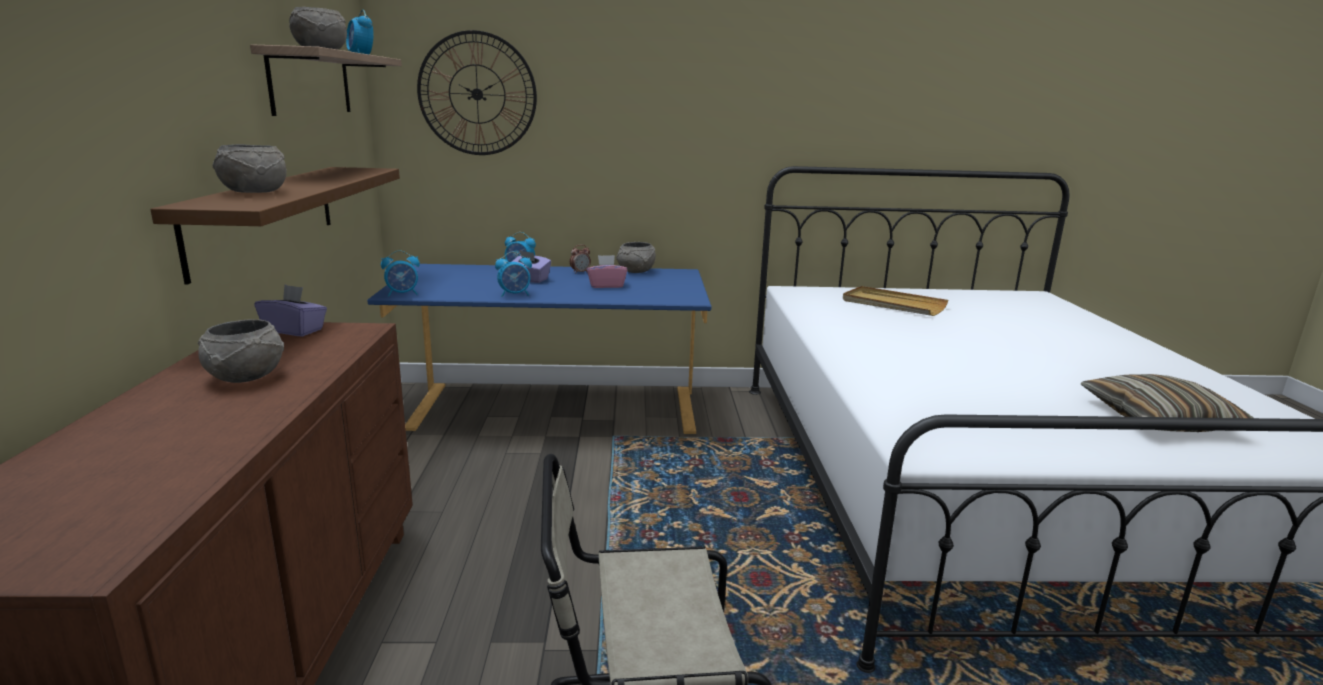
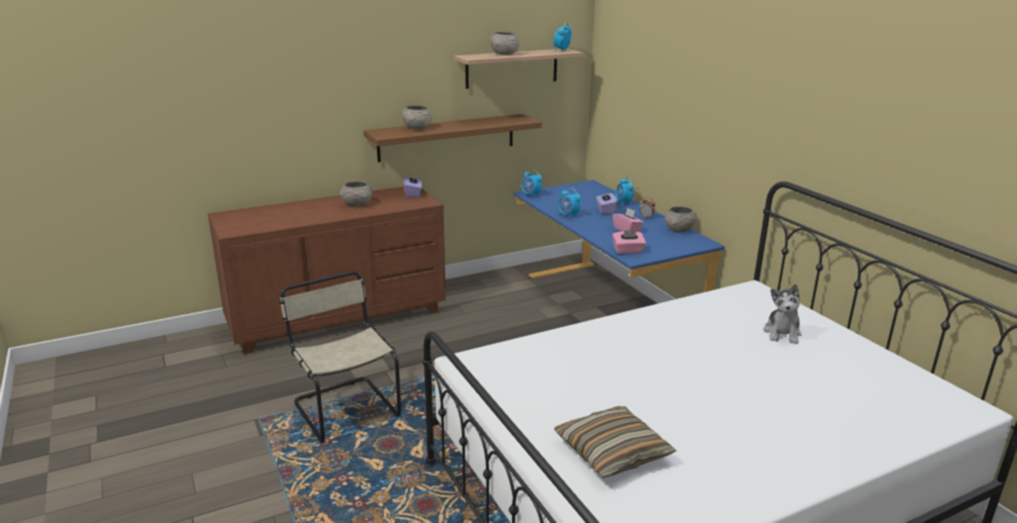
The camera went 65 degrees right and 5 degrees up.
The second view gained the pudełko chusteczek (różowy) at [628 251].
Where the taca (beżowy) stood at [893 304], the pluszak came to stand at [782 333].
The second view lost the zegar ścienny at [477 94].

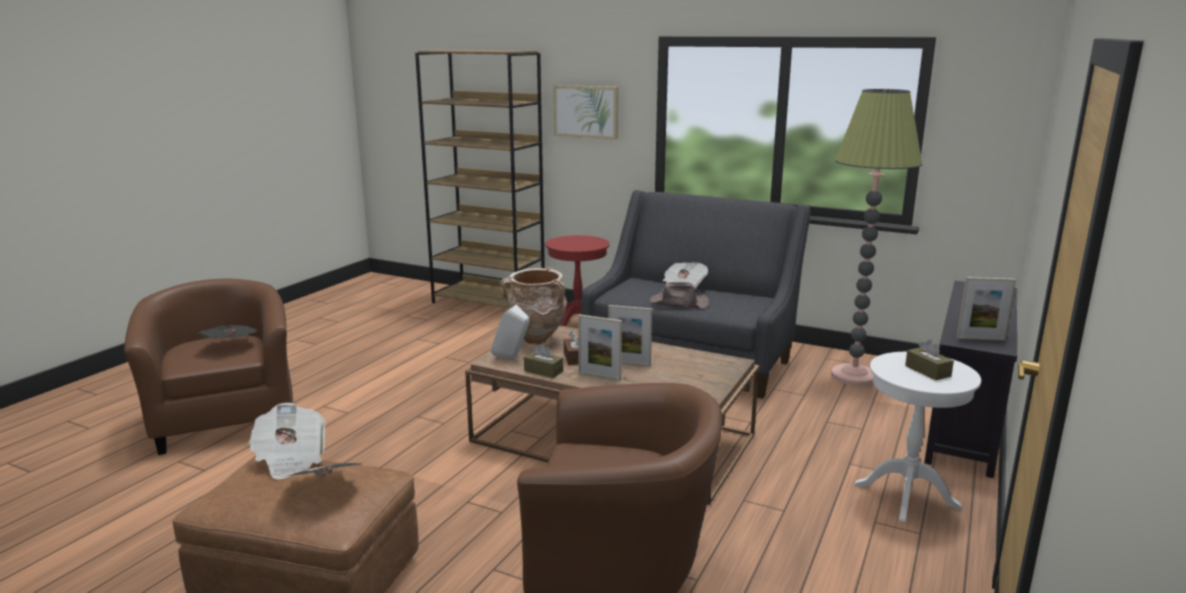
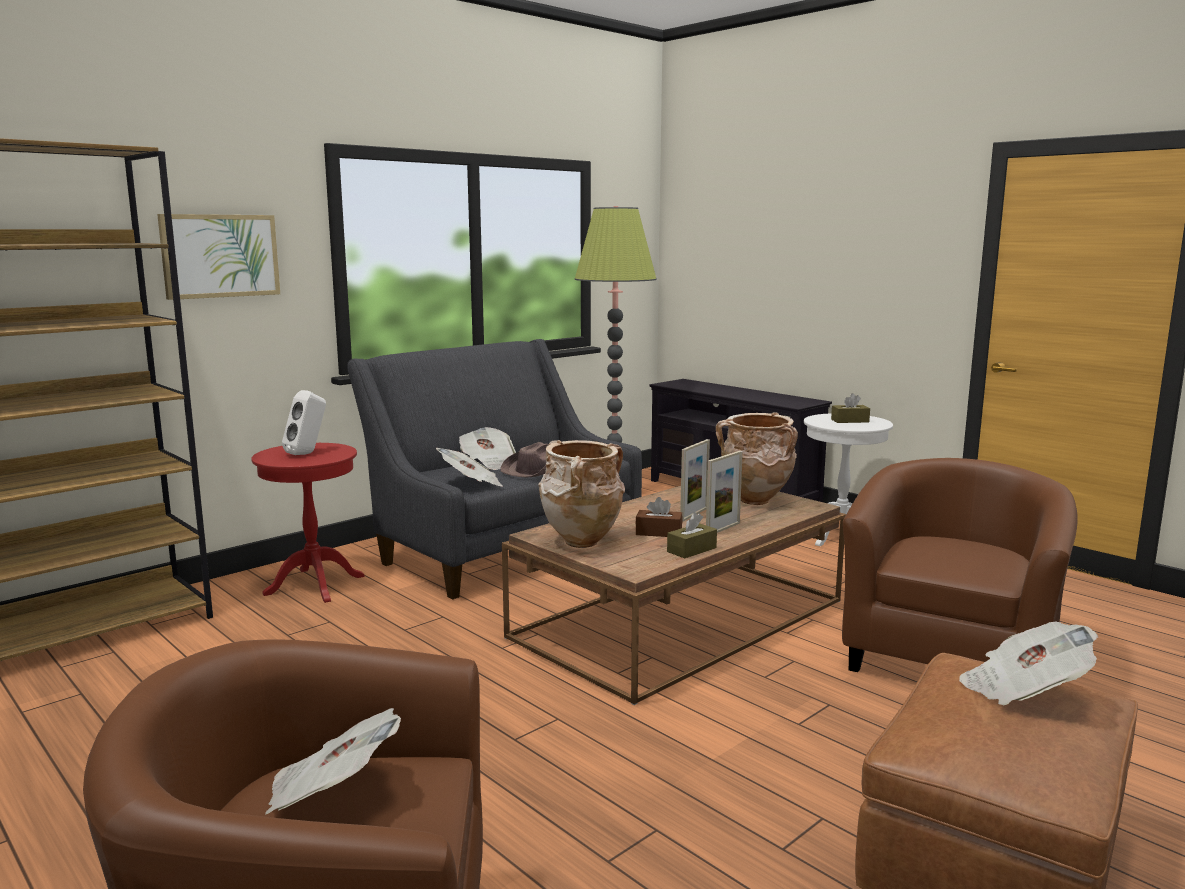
The camera went 70 degrees left and 5 degrees down.
The głośnik (biały) ended up elsewhere, having gone from [512 358] to [308 453].
The gazeta ended up elsewhere, having gone from [290 459] to [471 484].
The second view gained the wazon (beżowy) at [757 501].
The second view lost the ramka na zdjęcie at [980 339].

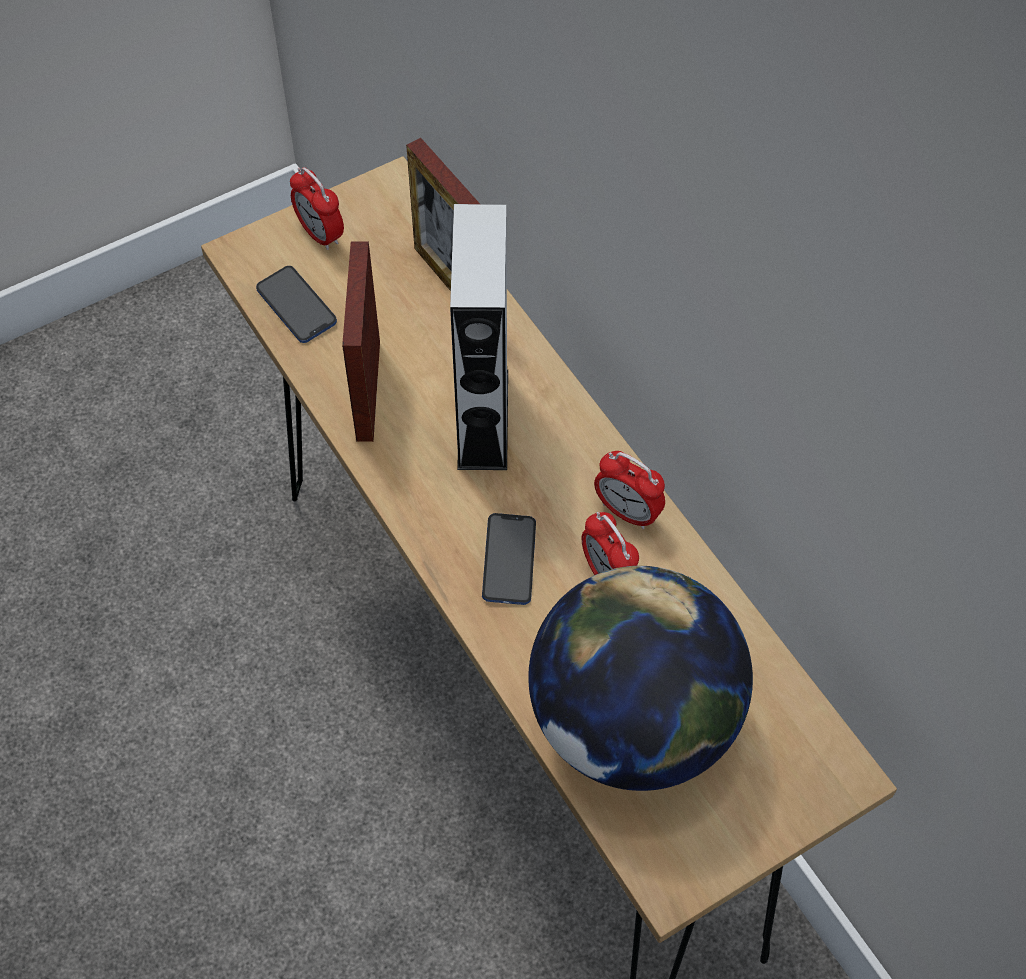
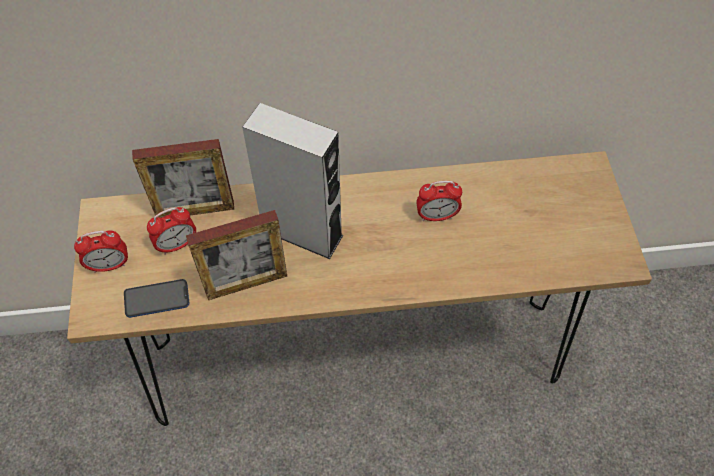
The camera went 65 degrees left and 0 degrees up.
The budzik ended up elsewhere, having gone from [627 512] to [177 245].
The ramka na zdjęcie at [368 390] ended up facing another way, 45 degrees counterclockwise from before.
The second view lost the telefon at [509 560].
The second view lost the globus at [633 723].

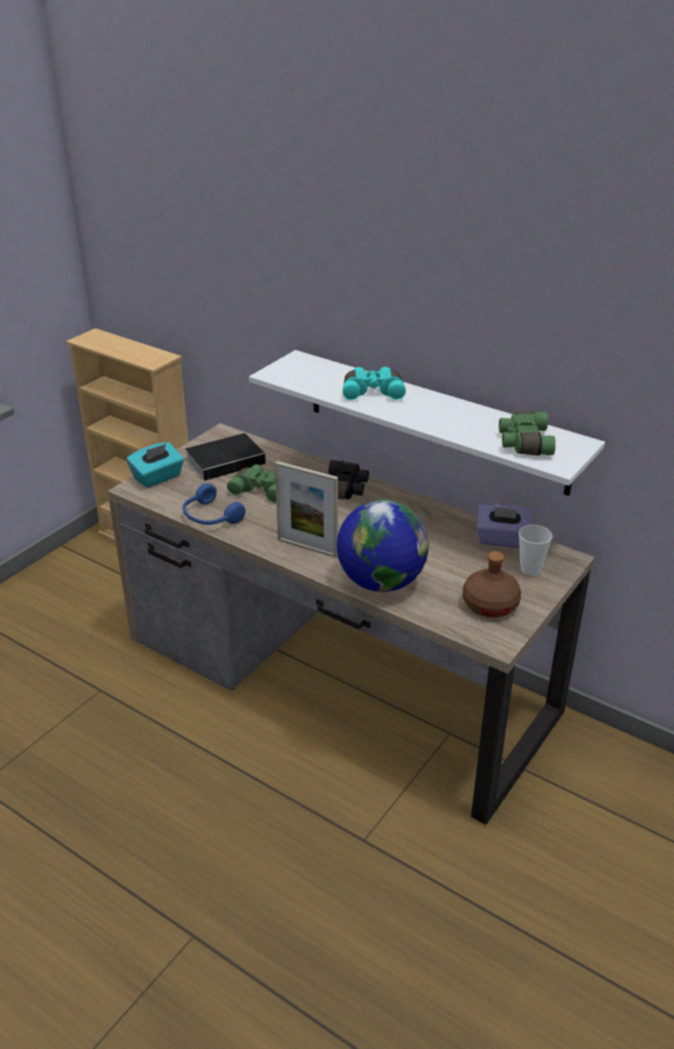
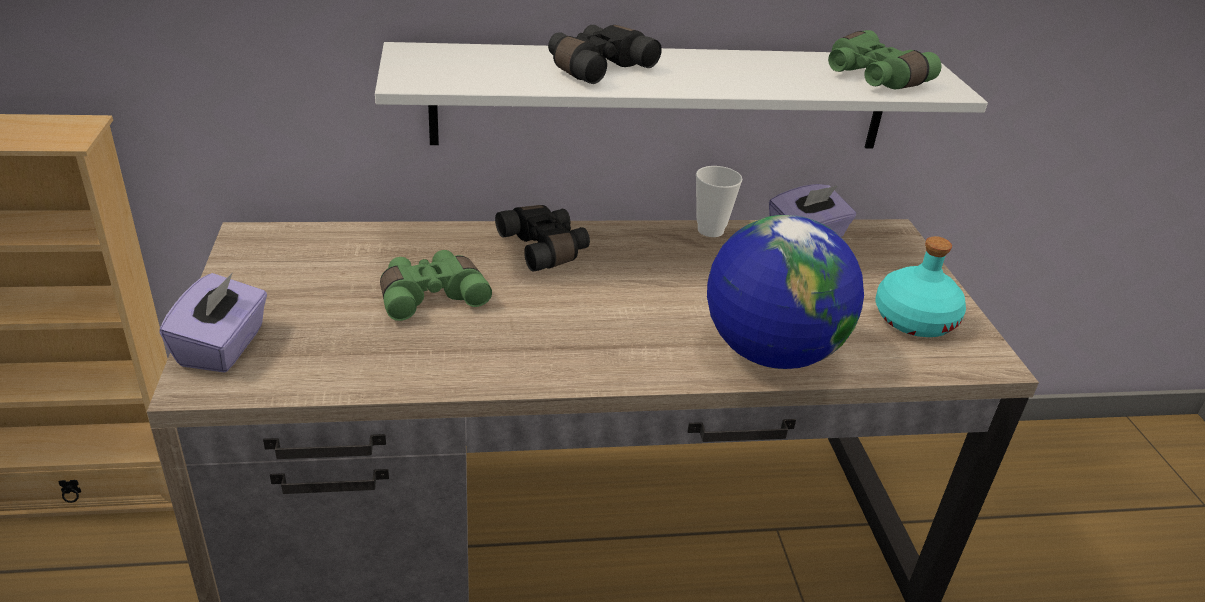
The camera went 45 degrees left and 0 degrees up.
What was the pudełko chusteczek (turkusowy) at [158 477] turned into the pudełko chusteczek (fioletowy) at [223 347].
What was the lornetka (turkusowy) at [373 391] turned into the lornetka (czarny) at [596 67].
The filiżanka ended up elsewhere, having gone from [530 569] to [710 230].
What was the butelka (brązowy) at [490 604] turned into the butelka (turkusowy) at [913 319].
The second view lost the słuchawki (niebieski) at [210 517].
The second view lost the książka at [227 460].
The second view lost the ramka na zdjęcie at [307 548].

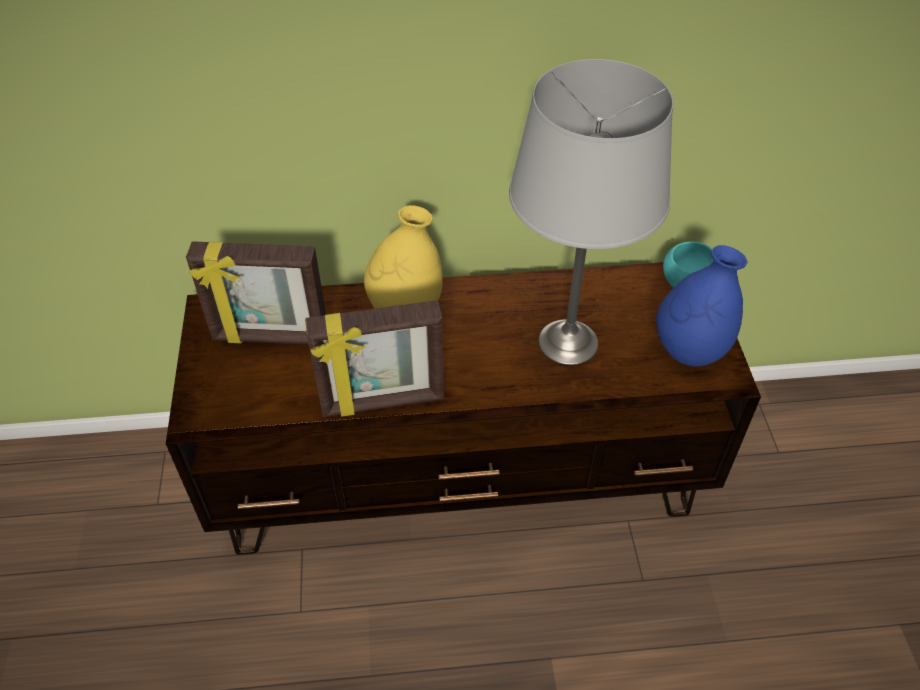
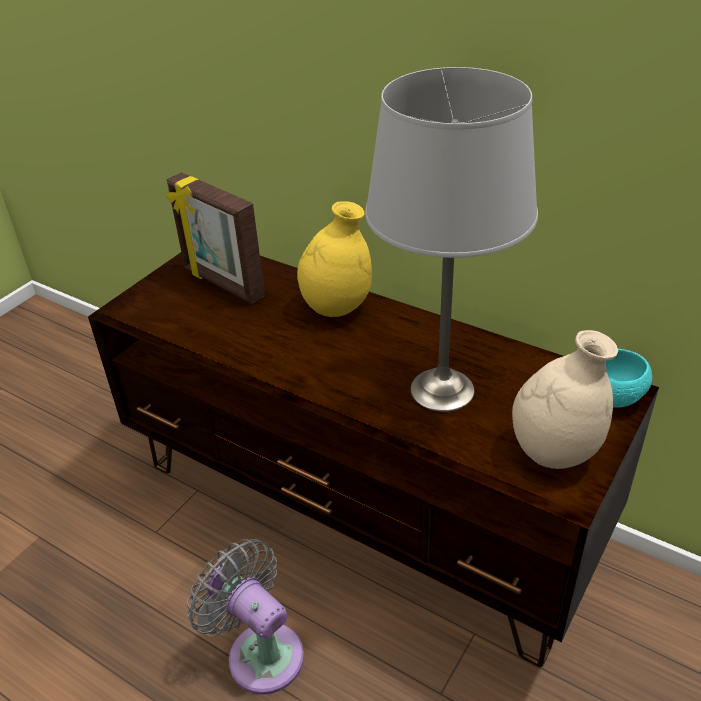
The camera went 40 degrees right and 10 degrees down.
The second view gained the wentylator (szary) at [260 652].
What was the wazon (niebieski) at [690 350] turned into the wazon (beżowy) at [554 452].
The second view lost the ramka na zdjęcie at [383 402].

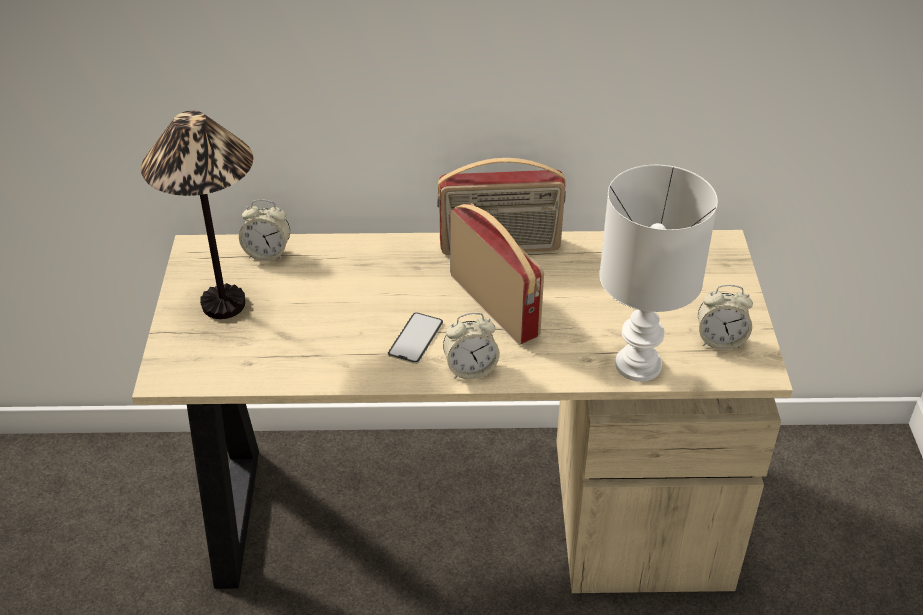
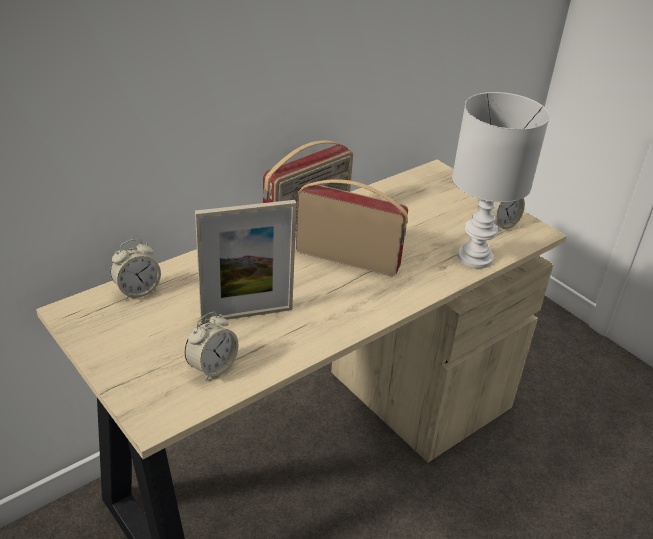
The camera went 40 degrees left and 5 degrees down.
The budzik ended up elsewhere, having gone from [470 369] to [212 367].
The second view gained the ramka na zdjęcie at [247 314].
The second view lost the lampa stołowa at [223 304].
The second view lost the telefon at [415 338].

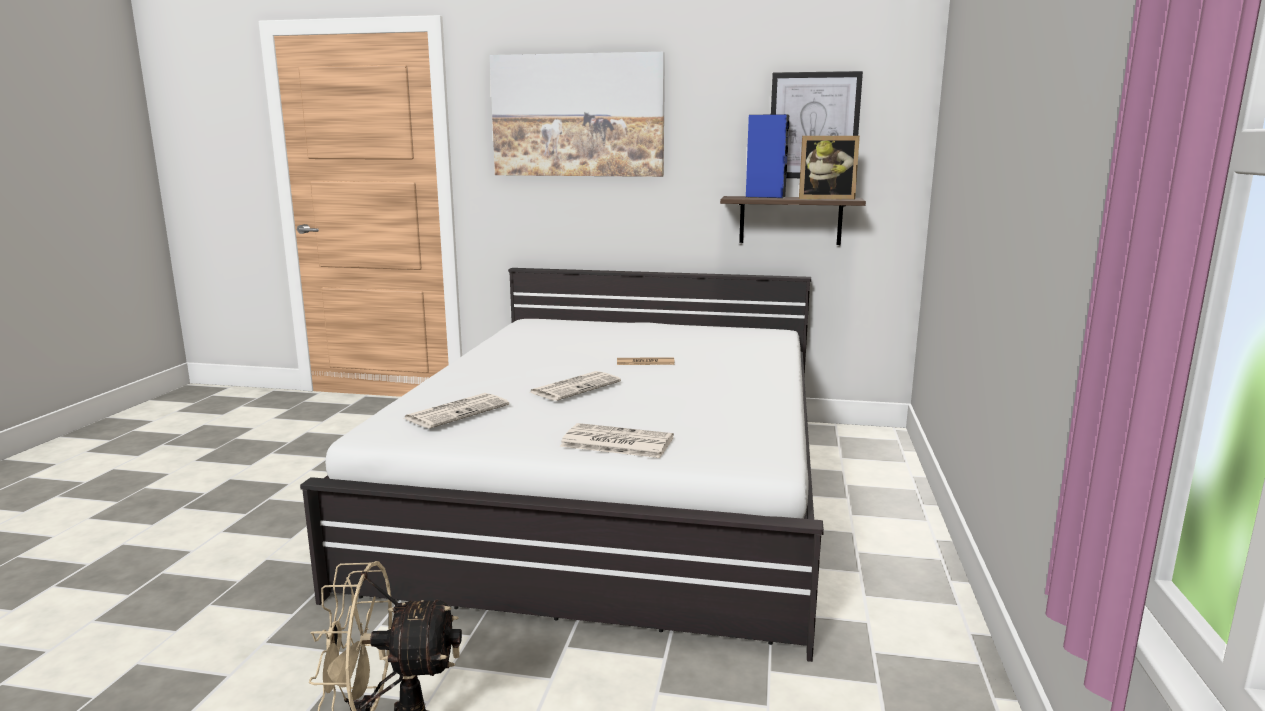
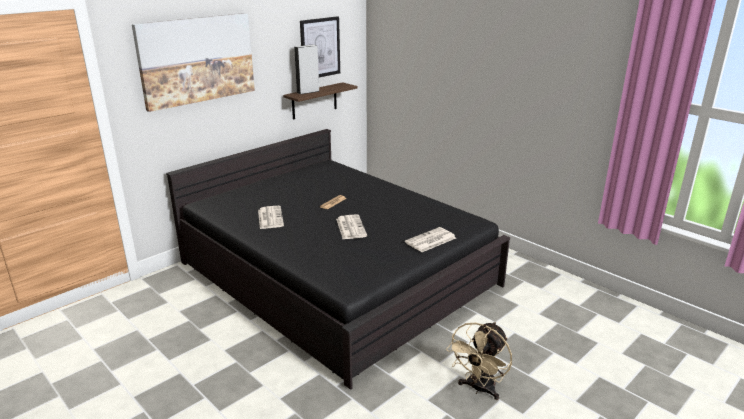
The camera went 55 degrees left and 10 degrees up.
What was the łóżko (biały) at [618 490] turned into the łóżko (czarny) at [336 273].
The gazeta ended up elsewhere, having gone from [457 411] to [270 217].
What was the głośnik (niebieski) at [765 197] turned into the głośnik (szary) at [308 92].
The second view lost the ramka na zdjęcie at [825 198].

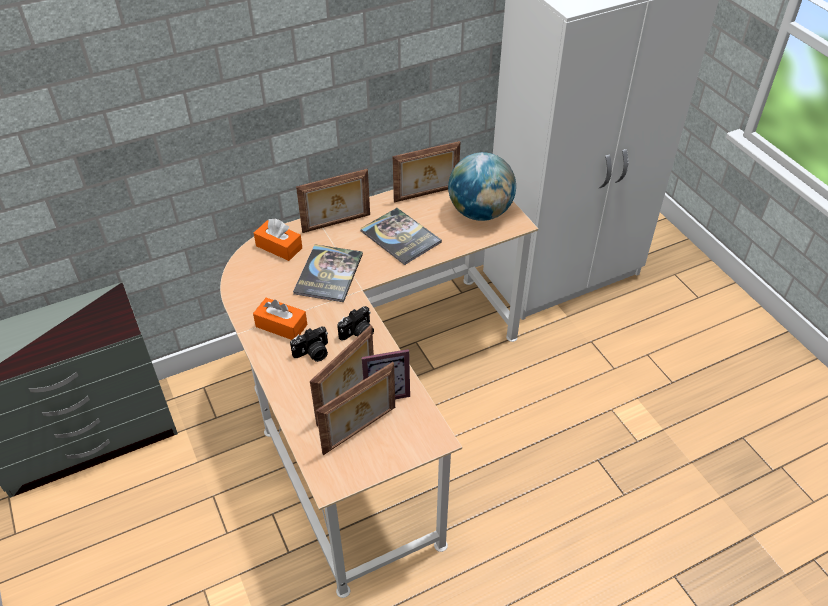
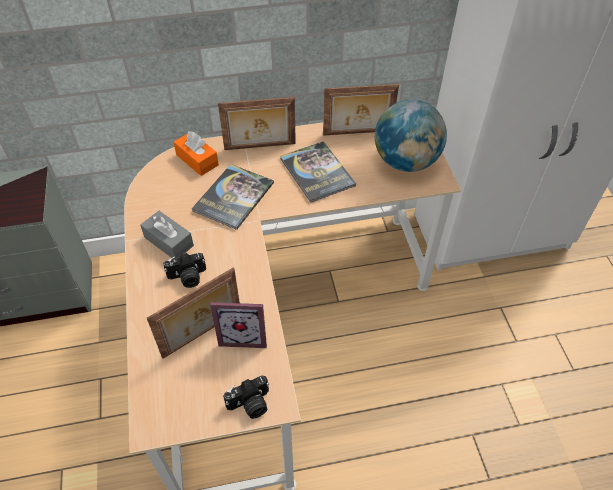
The camera went 15 degrees right and 5 degrees up.
What was the pudełko chusteczek (pomarańczowy) at [281 325] turned into the pudełko chusteczek (szary) at [169 241].
The aparat fotograficzny ended up elsewhere, having gone from [358 333] to [250 405].
The second view lost the ramka na zdjęcie at [360 431].

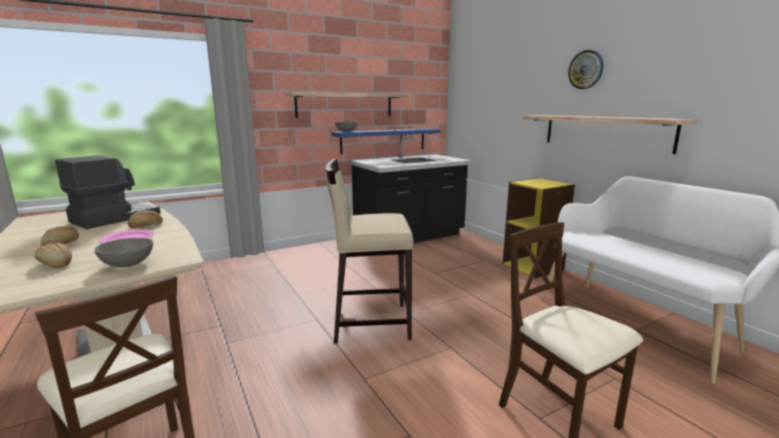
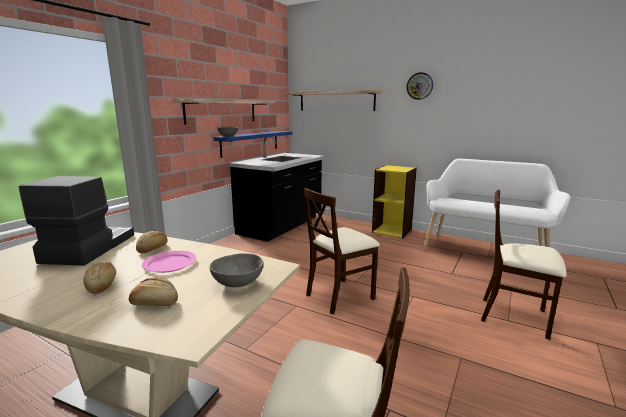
The camera went 30 degrees left and 0 degrees up.
The półka ended up elsewhere, having gone from [605 132] to [336 101].
Where the stołek (beżowy) stood at [370 322], the krzesło (beżowy) came to stand at [340 296].

